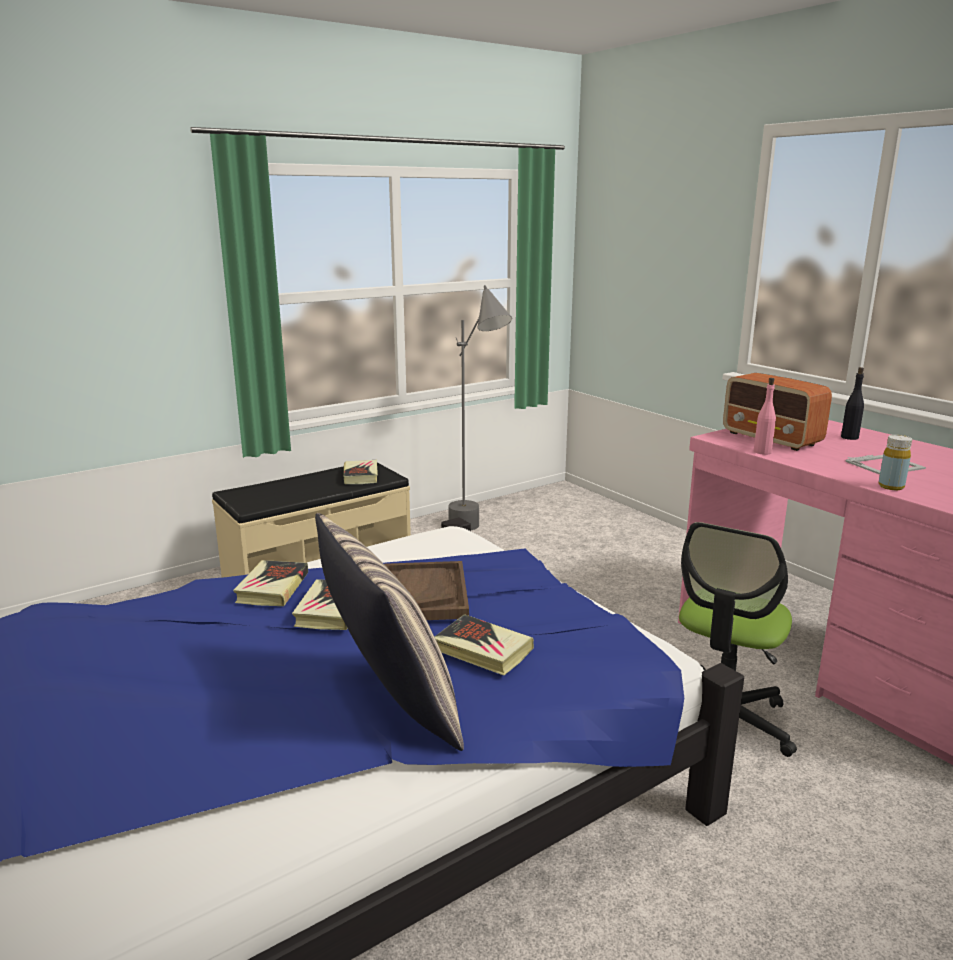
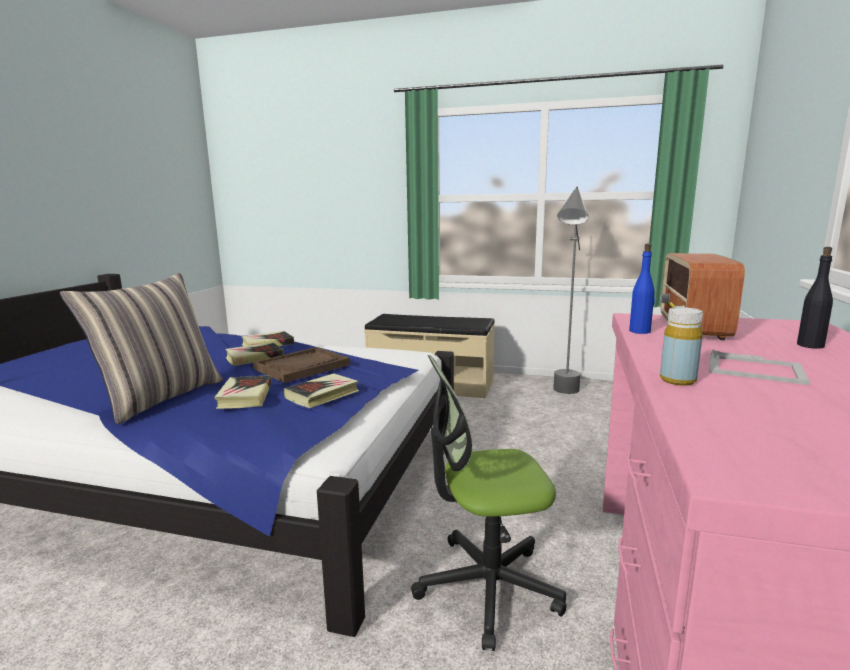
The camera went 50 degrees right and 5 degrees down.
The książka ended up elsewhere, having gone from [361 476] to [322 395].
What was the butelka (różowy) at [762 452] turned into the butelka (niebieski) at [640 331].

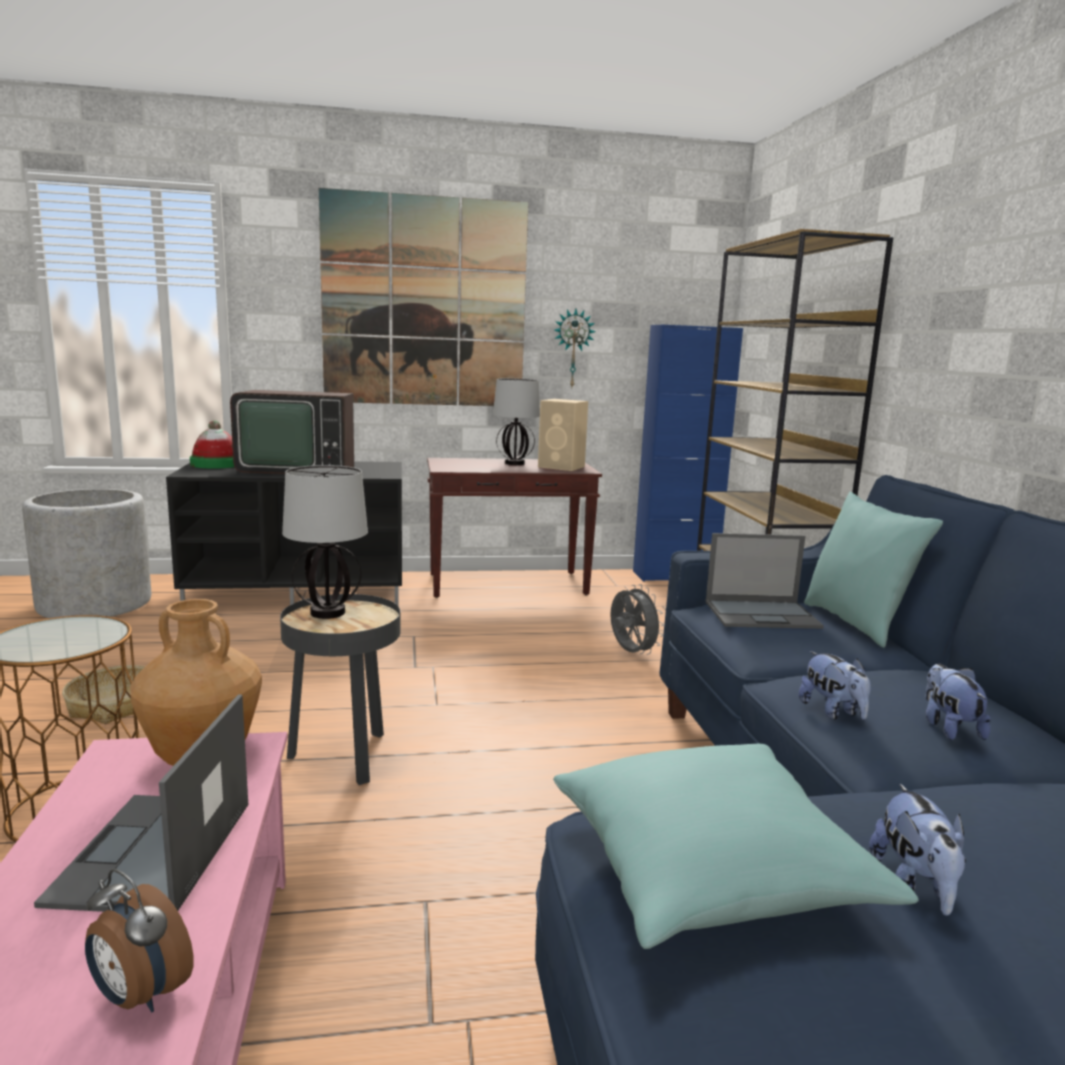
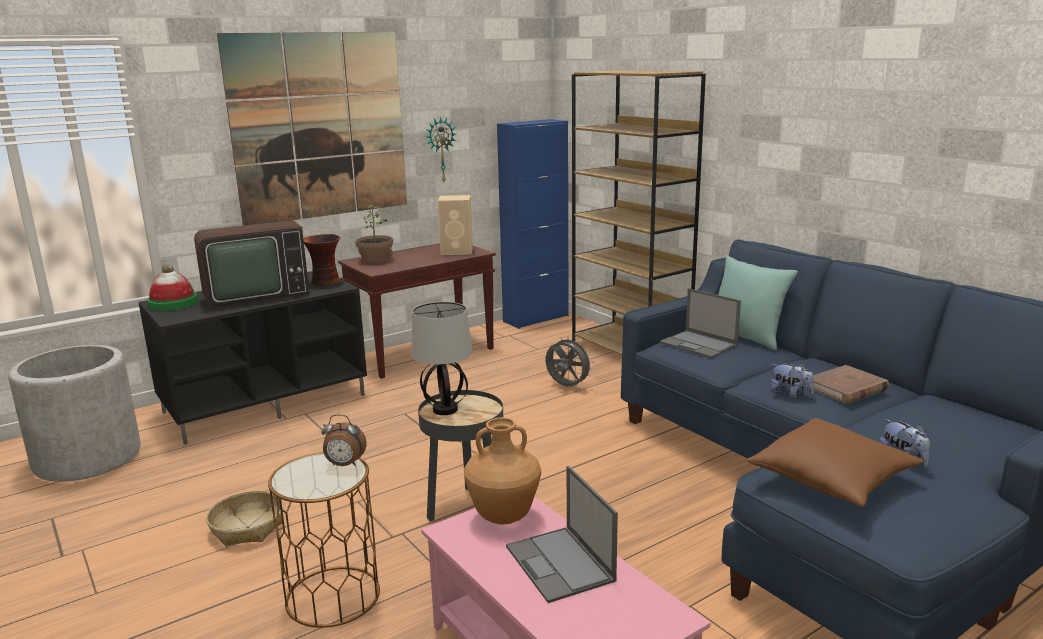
The camera went 25 degrees left and 5 degrees up.
The second view gained the wazon at [325 282].
The budzik ended up elsewhere, having gone from [139 996] to [344 465].
The second view gained the roślina doniczkowa at [375 260].
The laptop at [763 614] ended up facing another way, 75 degrees clockwise from before.
What was the poduszka (turkusowy) at [711 871] turned into the poduszka (brązowy) at [832 479].
Where the pluszak stood at [949 728], the książka (brązowy) came to stand at [846 388].
The second view lost the lampa stołowa at [514 463].

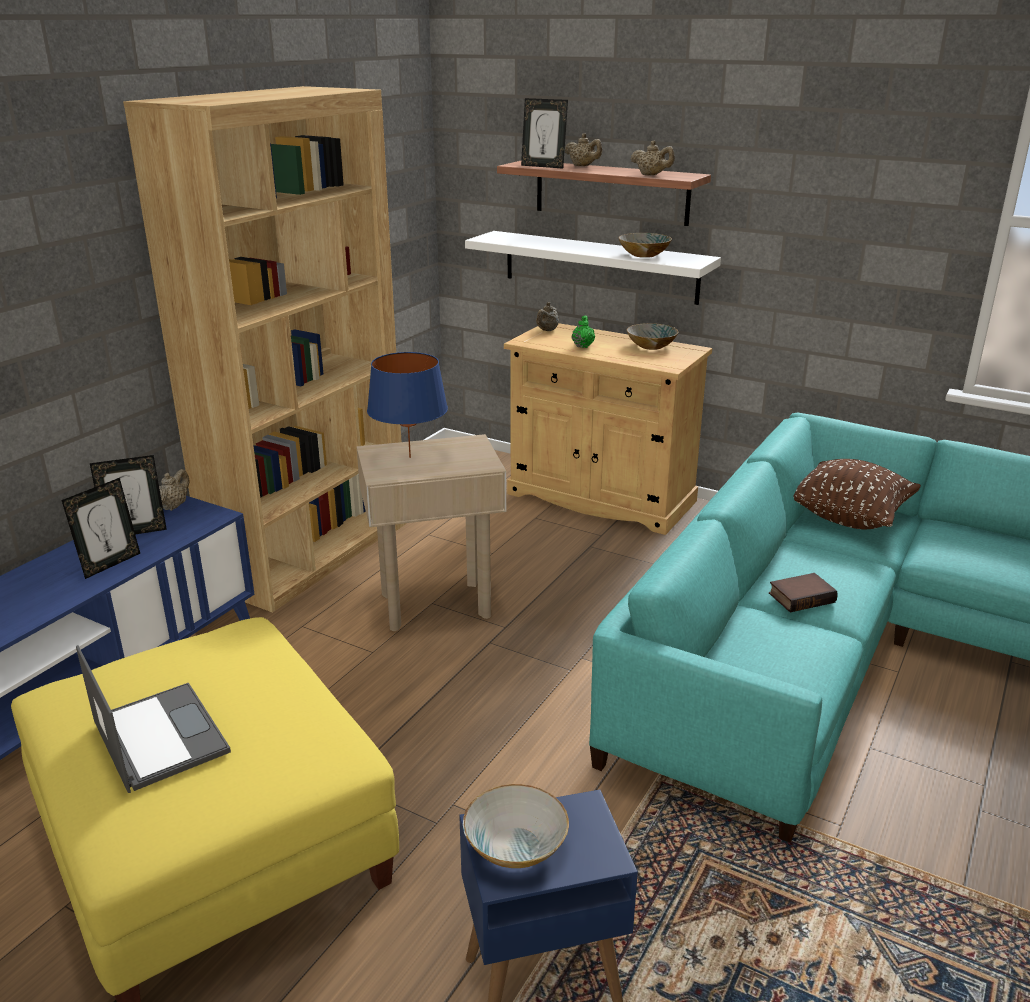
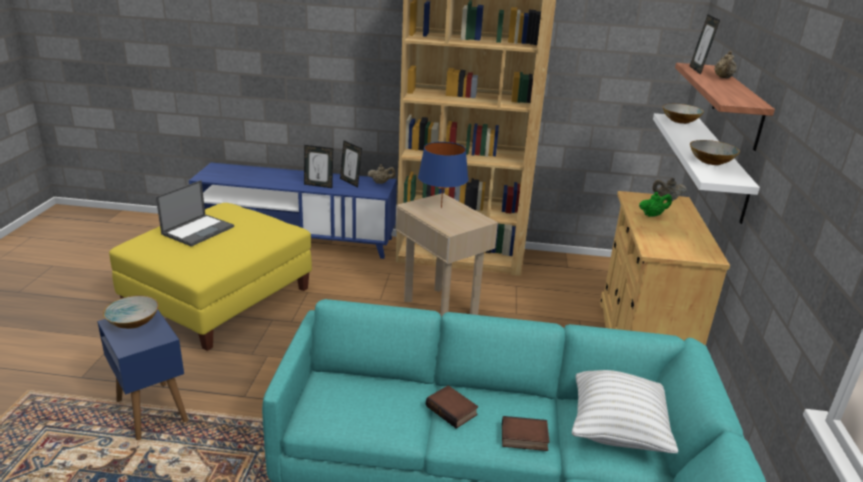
The camera went 65 degrees right and 0 degrees up.
The second view gained the książka at [523 438].
What was the poduszka (brązowy) at [848 517] turned into the poduszka (biały) at [617 430].
The miska ended up elsewhere, having gone from [651 346] to [680 121].
The second view lost the imbryk (beżowy) at [651 175].

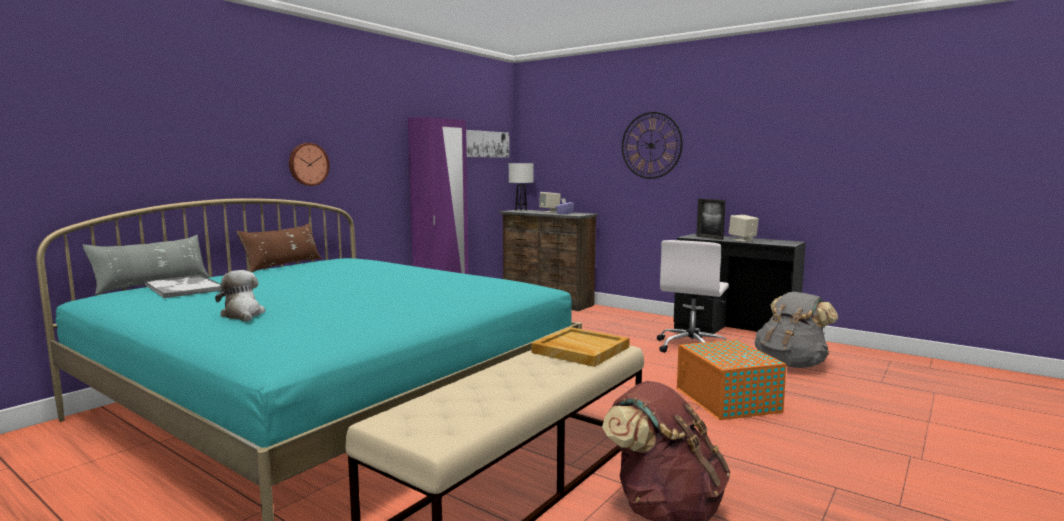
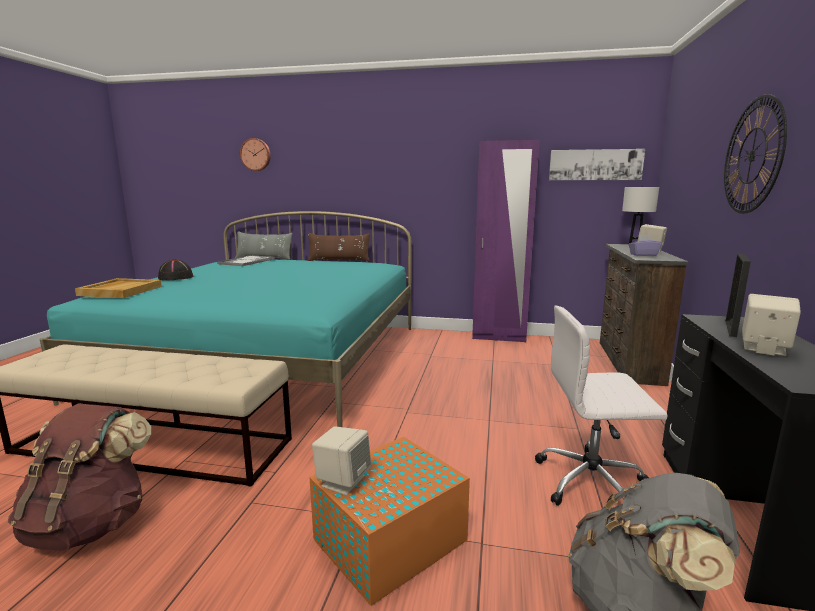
The camera went 65 degrees right and 5 degrees up.
The taca (beżowy) ended up elsewhere, having gone from [580 350] to [120 291].
Where the pluszak stood at [243 315], the kapelusz (czarny) came to stand at [175 278].
The zegar ścienny ended up elsewhere, having gone from [308 164] to [256 154].
The second view gained the głośnik (beżowy) at [343 481].

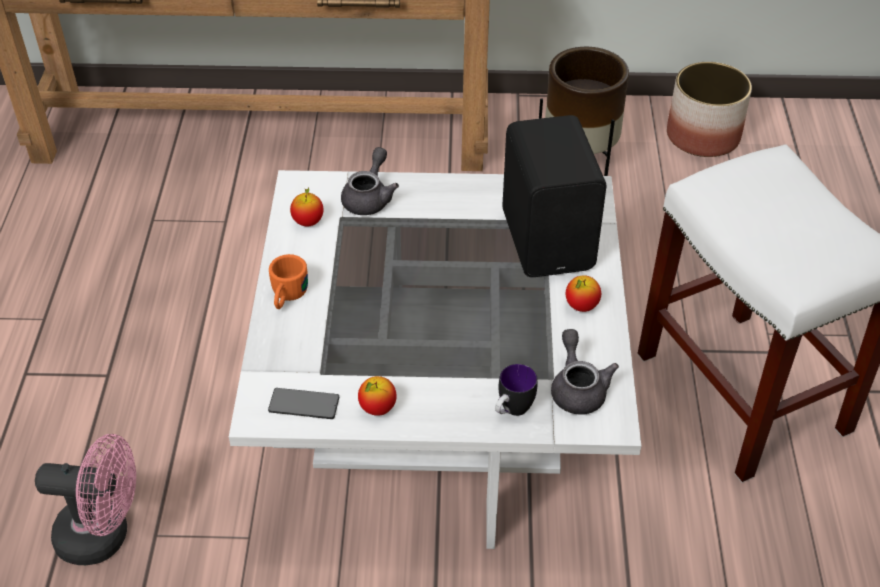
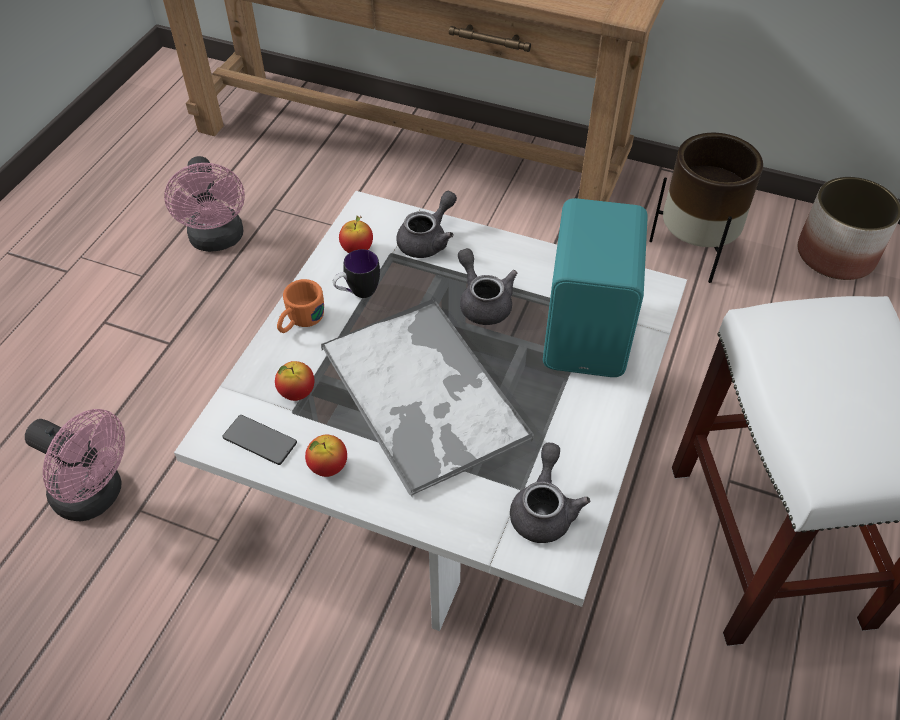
The camera went 20 degrees right and 5 degrees up.
The second view gained the wentylator (różowy) at [218 240].
The jabłko ended up elsewhere, having gone from [581 306] to [297 393].
The second view gained the taca at [424 395].
The kubek ended up elsewhere, having gone from [511 411] to [357 293].
The second view gained the imbryk (szary) at [483 302].
What was the głośnik (czarny) at [550 239] turned into the głośnik (turkusowy) at [590 332].

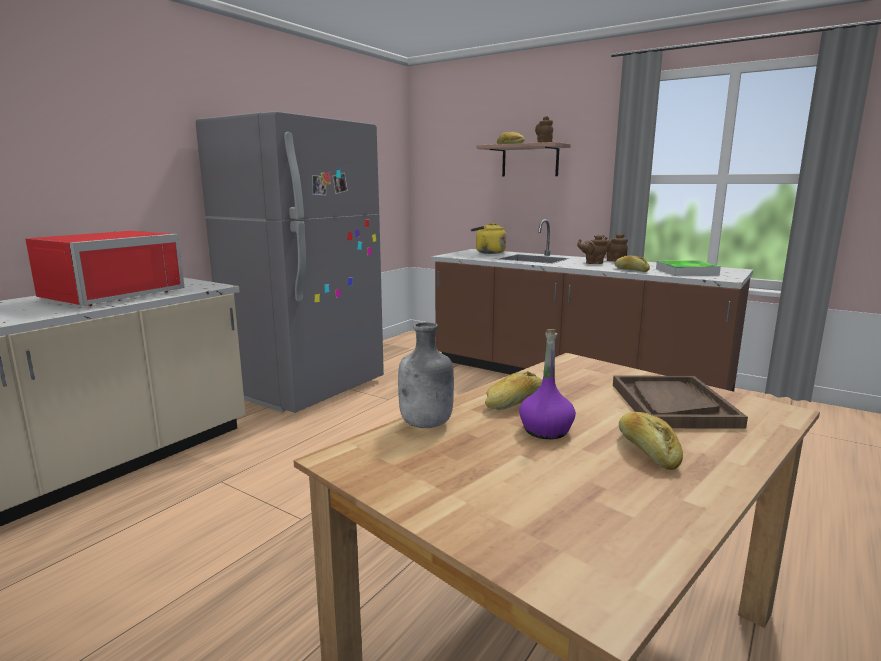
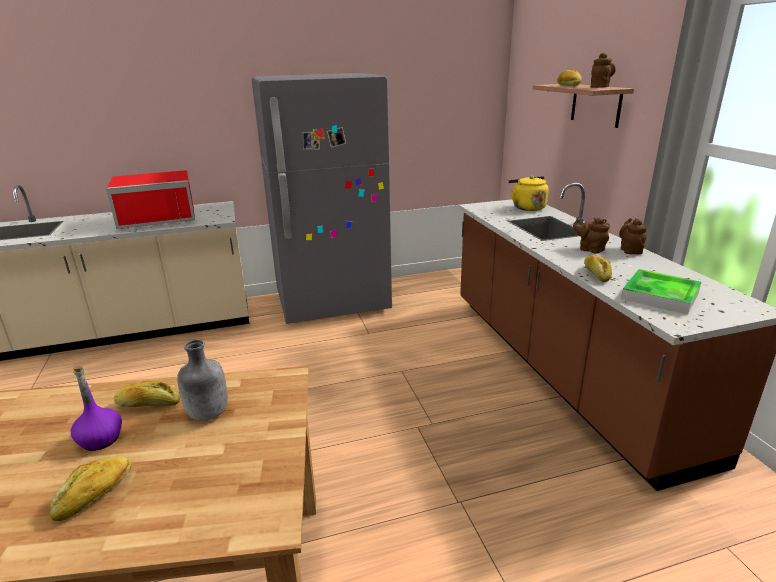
The camera went 40 degrees right and 10 degrees up.
The butelka (szary) ended up elsewhere, having gone from [427 424] to [208 414].
The second view lost the taca (brązowy) at [672 404].

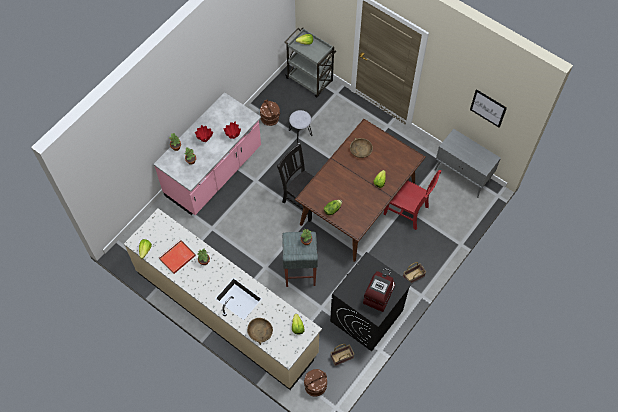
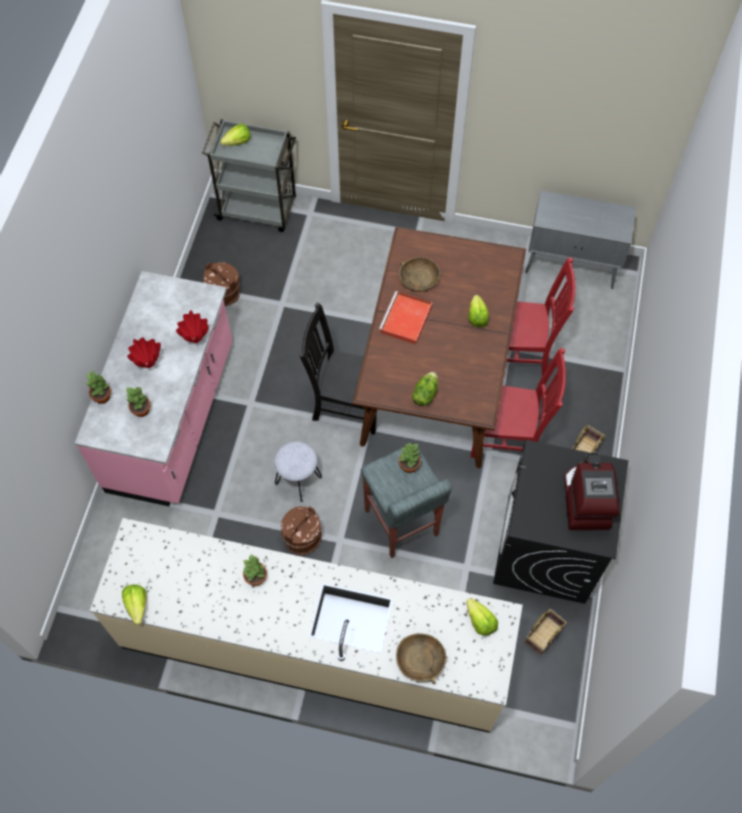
The camera went 25 degrees left and 0 degrees up.
The stołek (szary) ended up elsewhere, having gone from [300 132] to [298 480].
The wiadro (brązowy) ended up elsewhere, having gone from [315 386] to [302 537].
The taca (czerwony) ended up elsewhere, having gone from [177 258] to [406 320].
The second view gained the krzesło (czerwony) at [508 437].
The second view lost the obraz at [488 108].

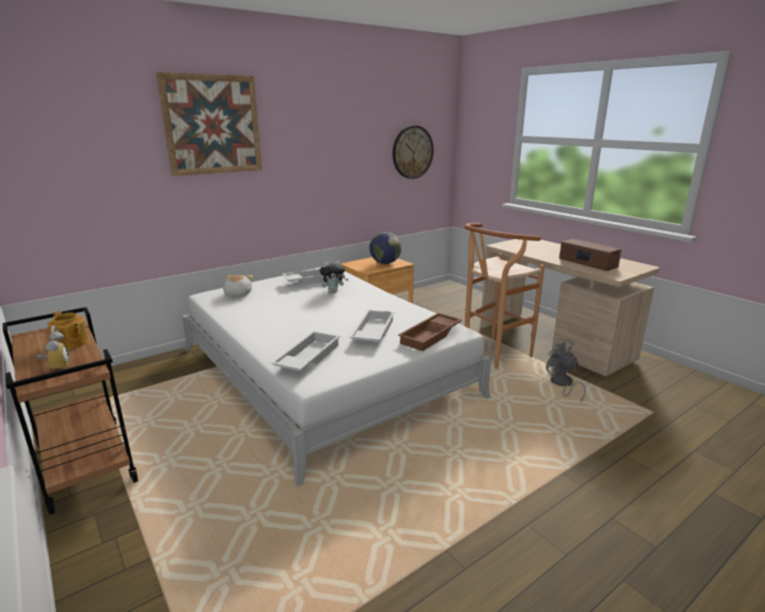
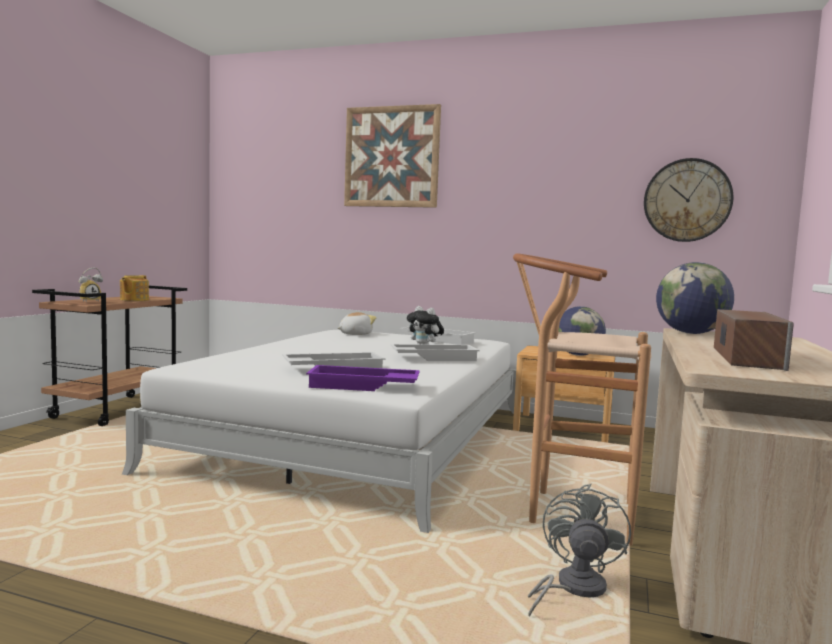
The camera went 55 degrees right and 15 degrees down.
What was the taca (brązowy) at [431 336] turned into the taca (fioletowy) at [362 386].
The taca (biały) ended up elsewhere, having gone from [307 357] to [434 358].
The second view gained the globus at [691 333].

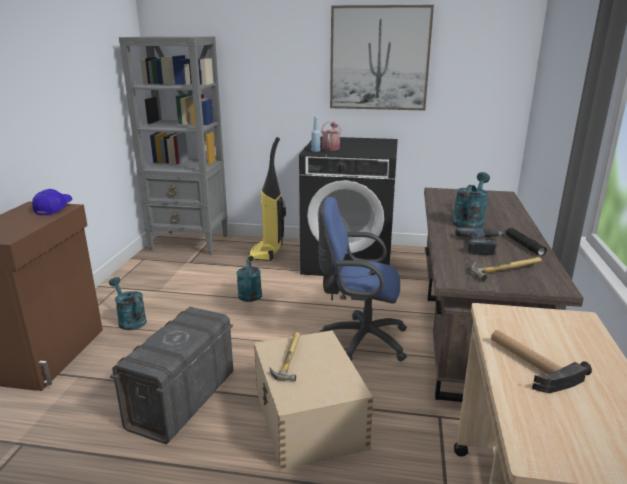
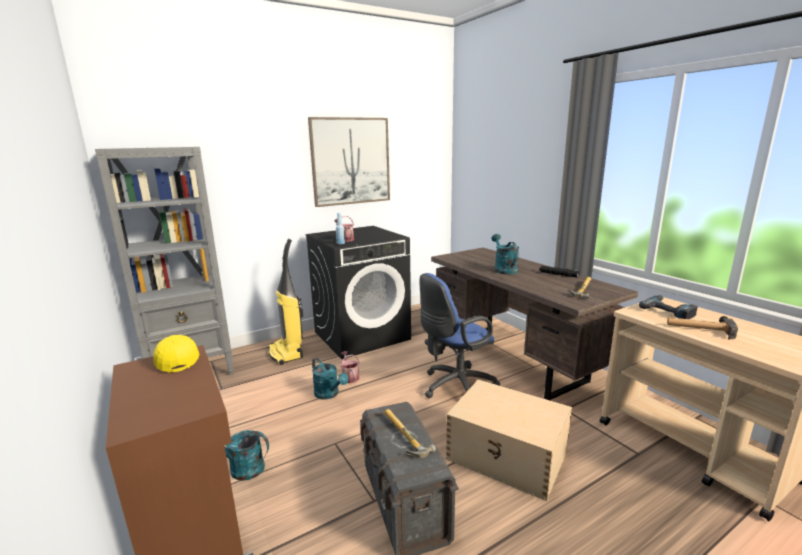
The camera went 40 degrees left and 5 degrees down.
What was the czapka z daszkiem (niebieski) at [54 209] turned into the czapka z daszkiem (żółty) at [177 360].
The second view gained the konewka at [349 377].
The młotek ended up elsewhere, having gone from [286 359] to [402 437].
The wiertarka ended up elsewhere, having gone from [482 245] to [668 311].

